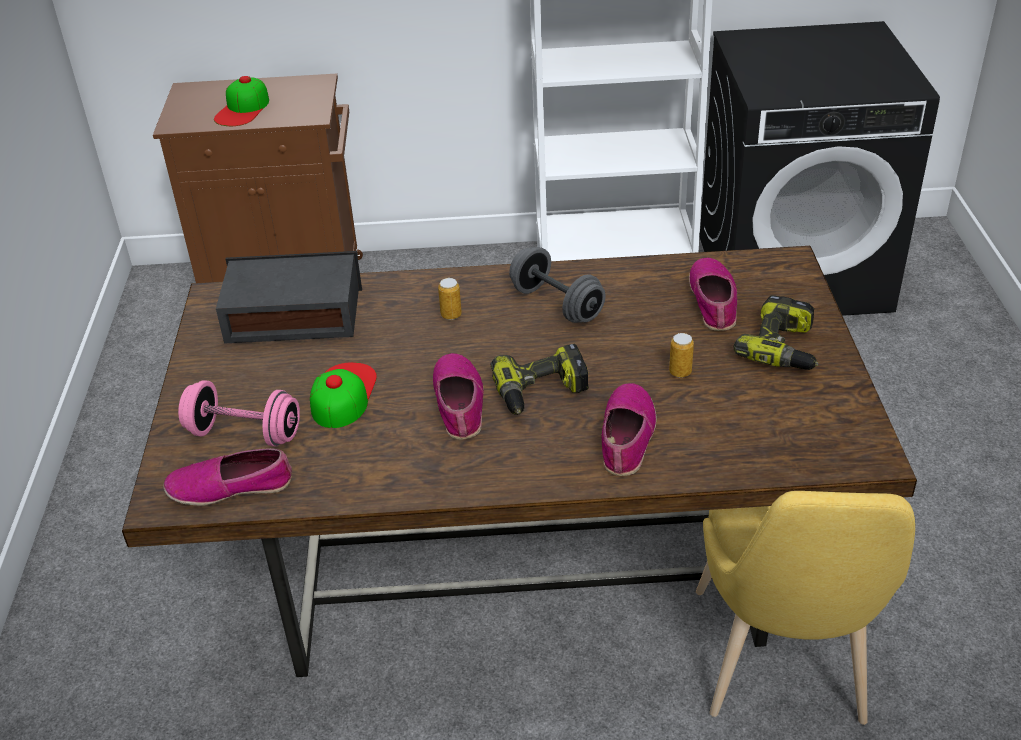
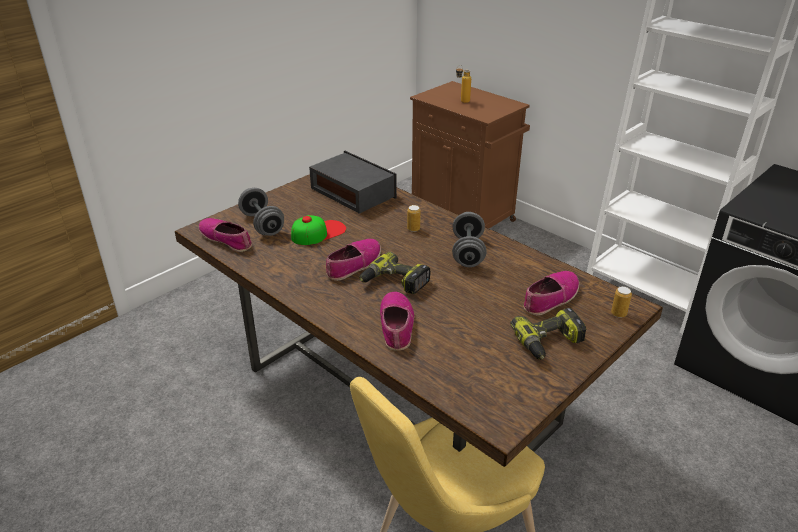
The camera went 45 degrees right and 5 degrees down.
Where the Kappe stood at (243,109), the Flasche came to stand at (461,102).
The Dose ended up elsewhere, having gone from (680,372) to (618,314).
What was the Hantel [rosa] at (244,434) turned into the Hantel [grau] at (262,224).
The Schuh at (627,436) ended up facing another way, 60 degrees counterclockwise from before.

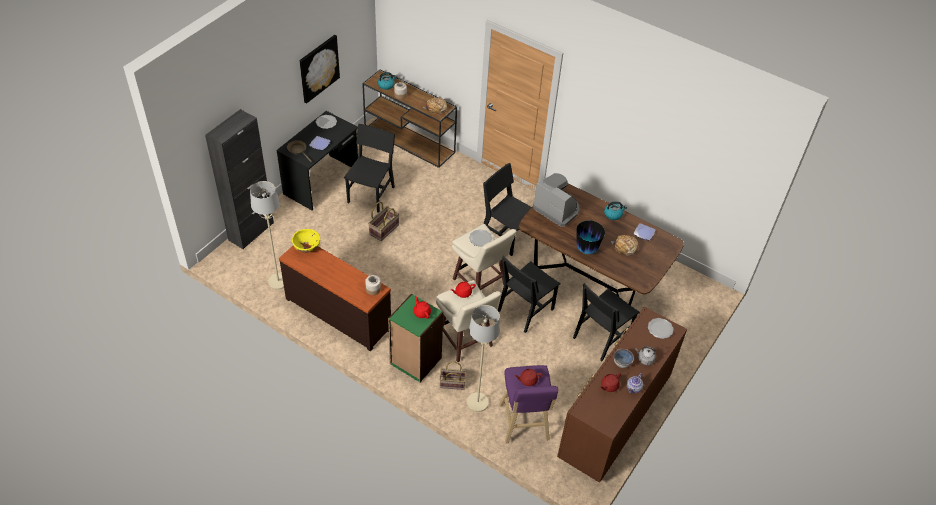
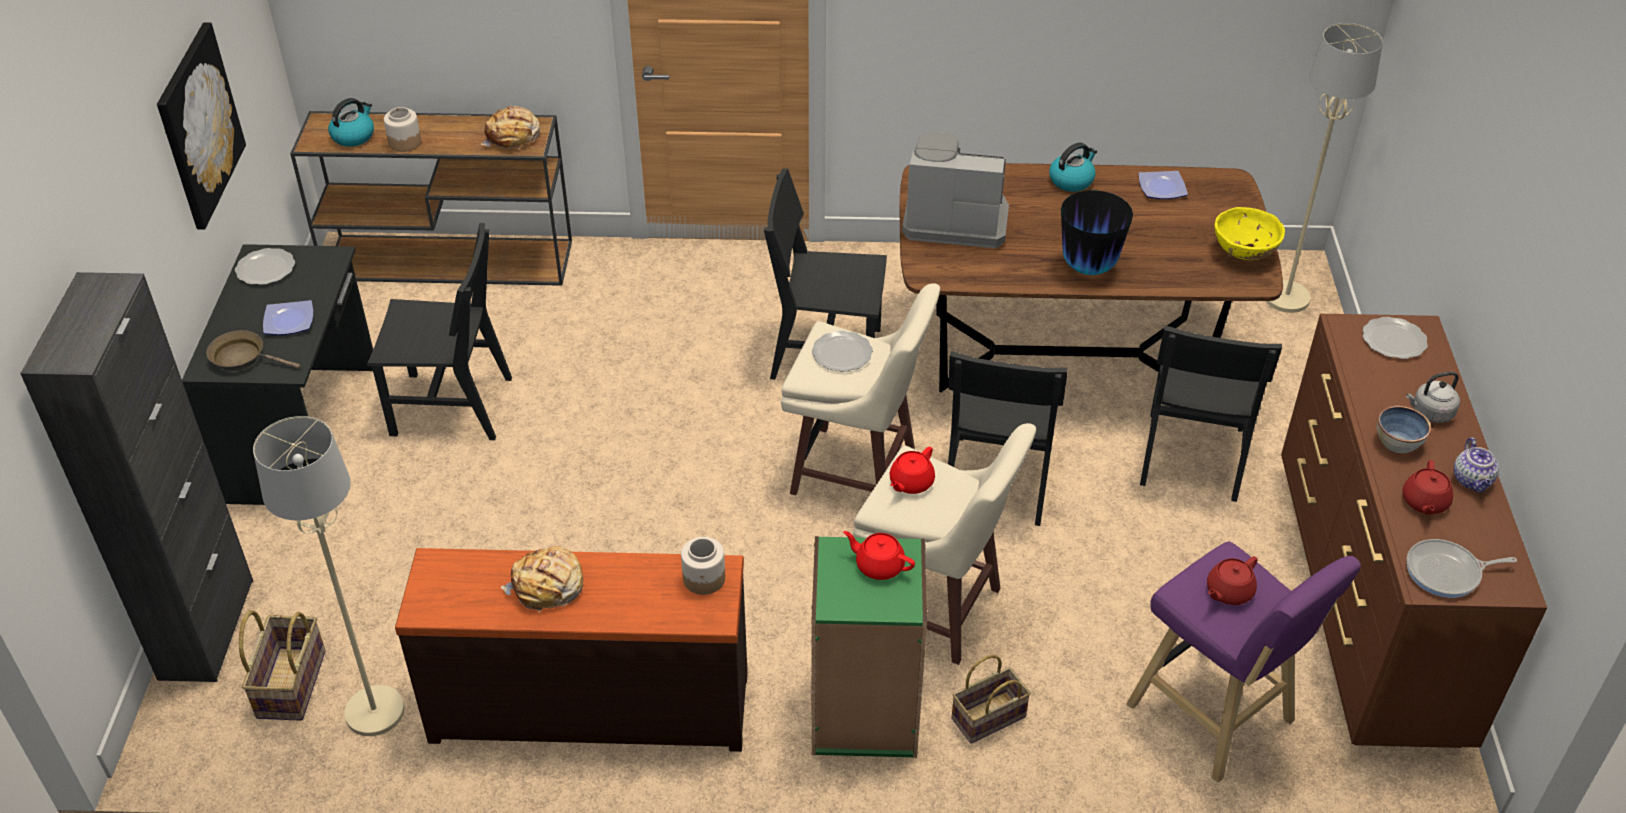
The camera went 30 degrees left and 5 degrees down.
The Stuhl [schwarz] at (371,194) ended up facing another way, 105 degrees clockwise from before.
The Korb ended up elsewhere, having gone from (383,229) to (290,683).
The Schüssel [gelb] ended up elsewhere, having gone from (307,248) to (1244,253).
The Brot ended up elsewhere, having gone from (625,248) to (548,587).
The Stehlampe [beige] ended up elsewhere, having gone from (477,402) to (1285,298).
The second view gained the Pfanne at (1447,573).

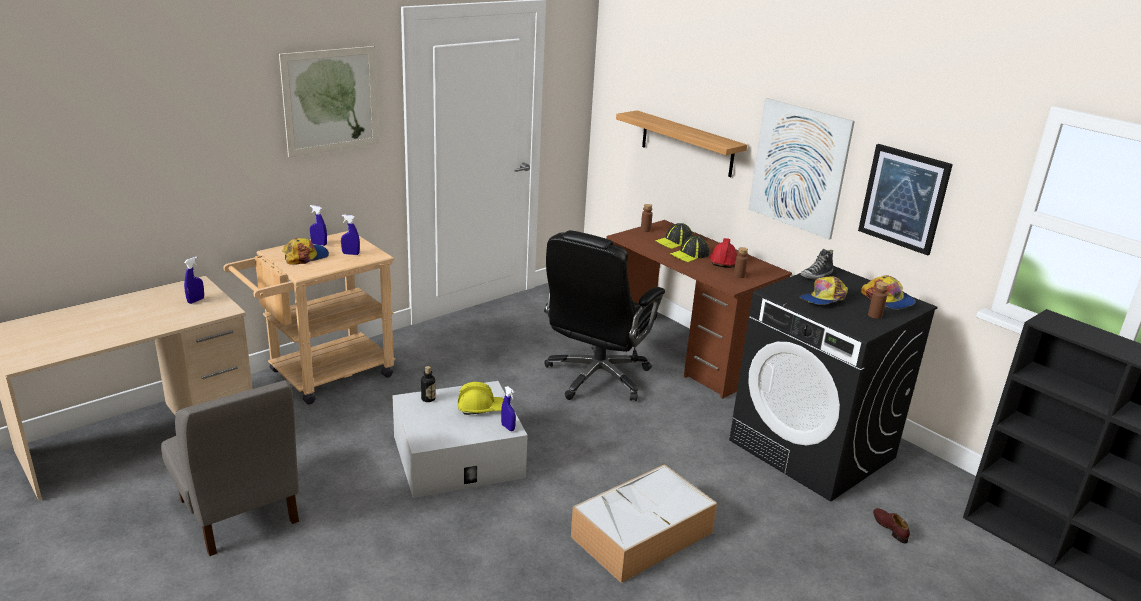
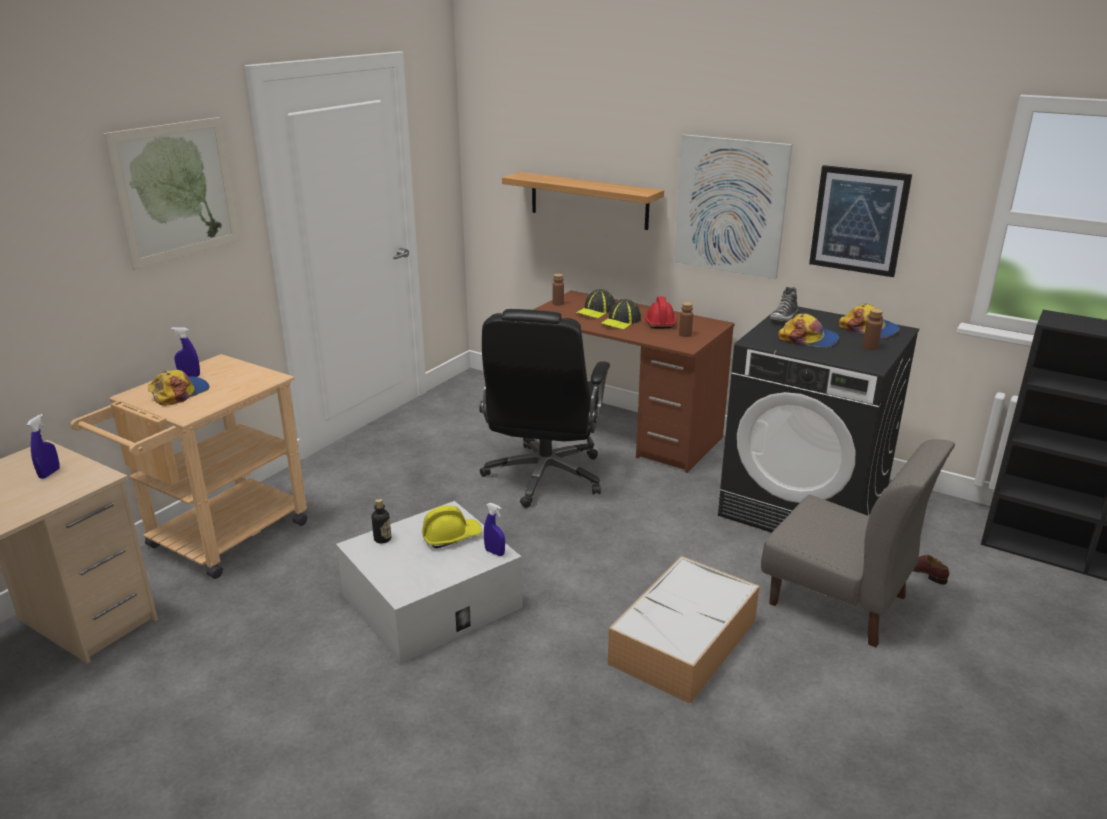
The camera went 15 degrees left and 0 degrees up.
The second view lost the Sprühflasche [blau] at (351,254).
The Kappe at (823,299) ended up facing another way, 105 degrees counterclockwise from before.
The Stuhl [grau] ended up elsewhere, having gone from (238,511) to (838,600).

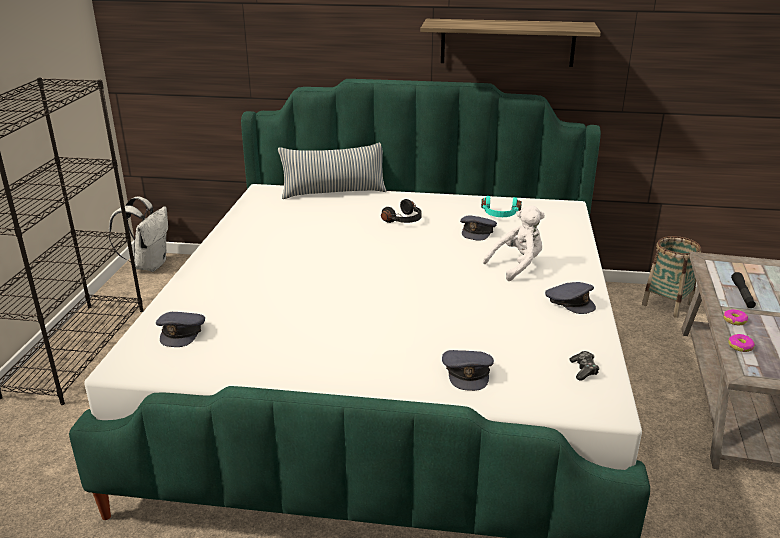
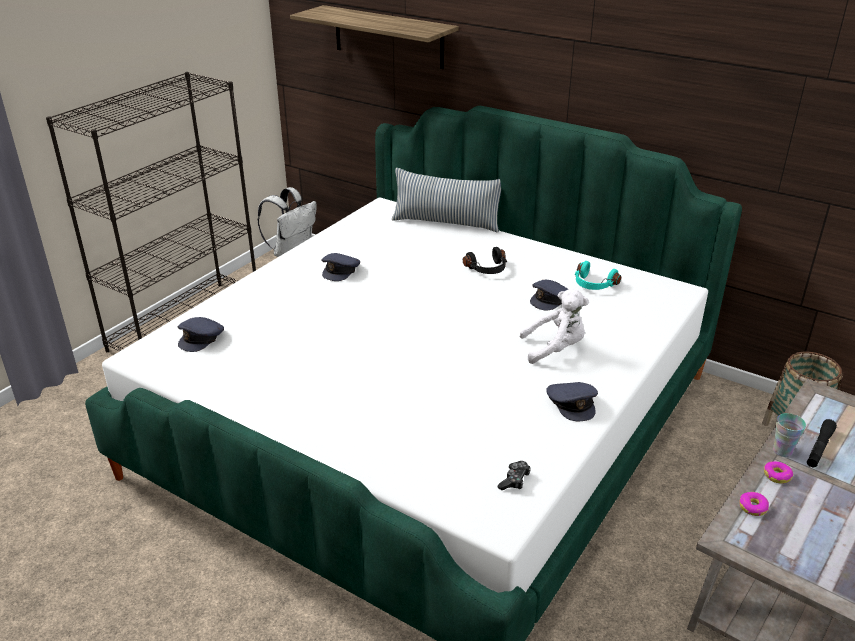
The camera went 25 degrees right and 5 degrees up.
The Wandregal ended up elsewhere, having gone from (507,42) to (388,37).
The Kappe [grau] ended up elsewhere, having gone from (467,373) to (340,270).
The second view gained the Tasse at (782,451).

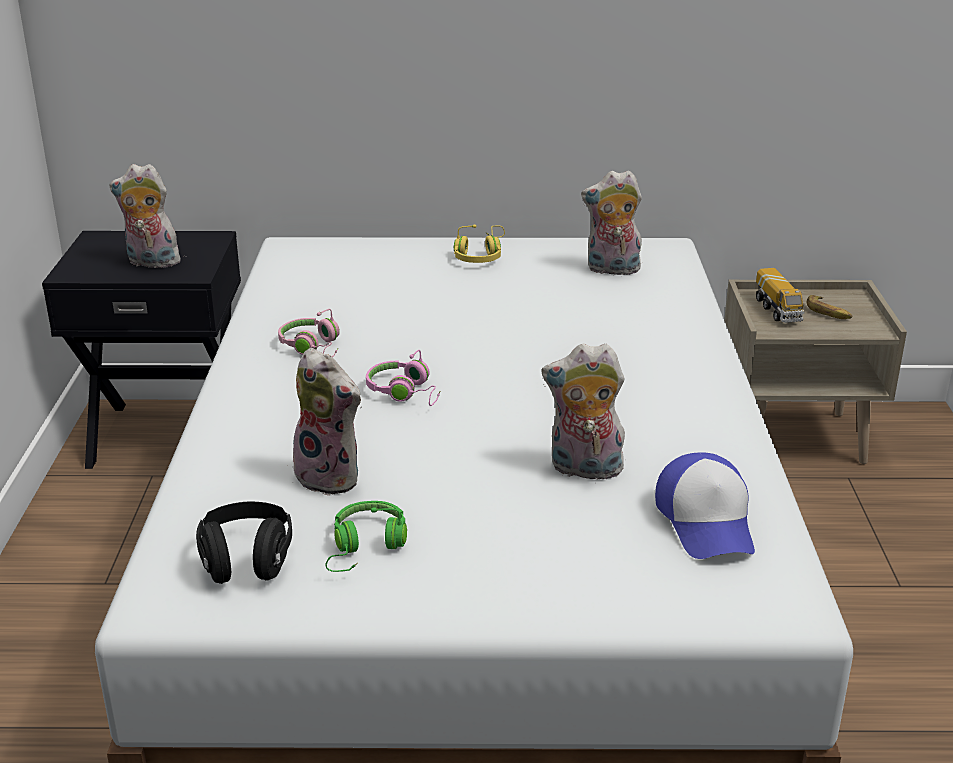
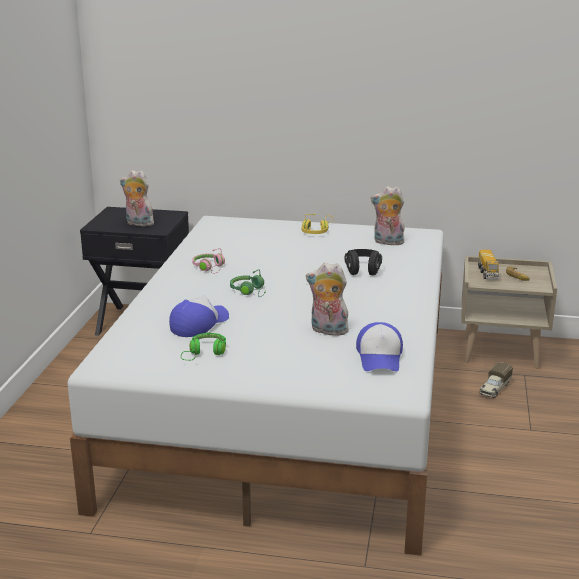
The camera went 10 degrees right and 5 degrees down.
Where the Plüschtier stood at (332,477), the Kappe came to stand at (199,324).
What was the Kopfhörer [rosa] at (405,392) turned into the Kopfhörer [grün] at (250,291).
The Kopfhörer [schwarz] ended up elsewhere, having gone from (247,561) to (362,270).
The second view gained the Spielzeuglaster at (494,389).

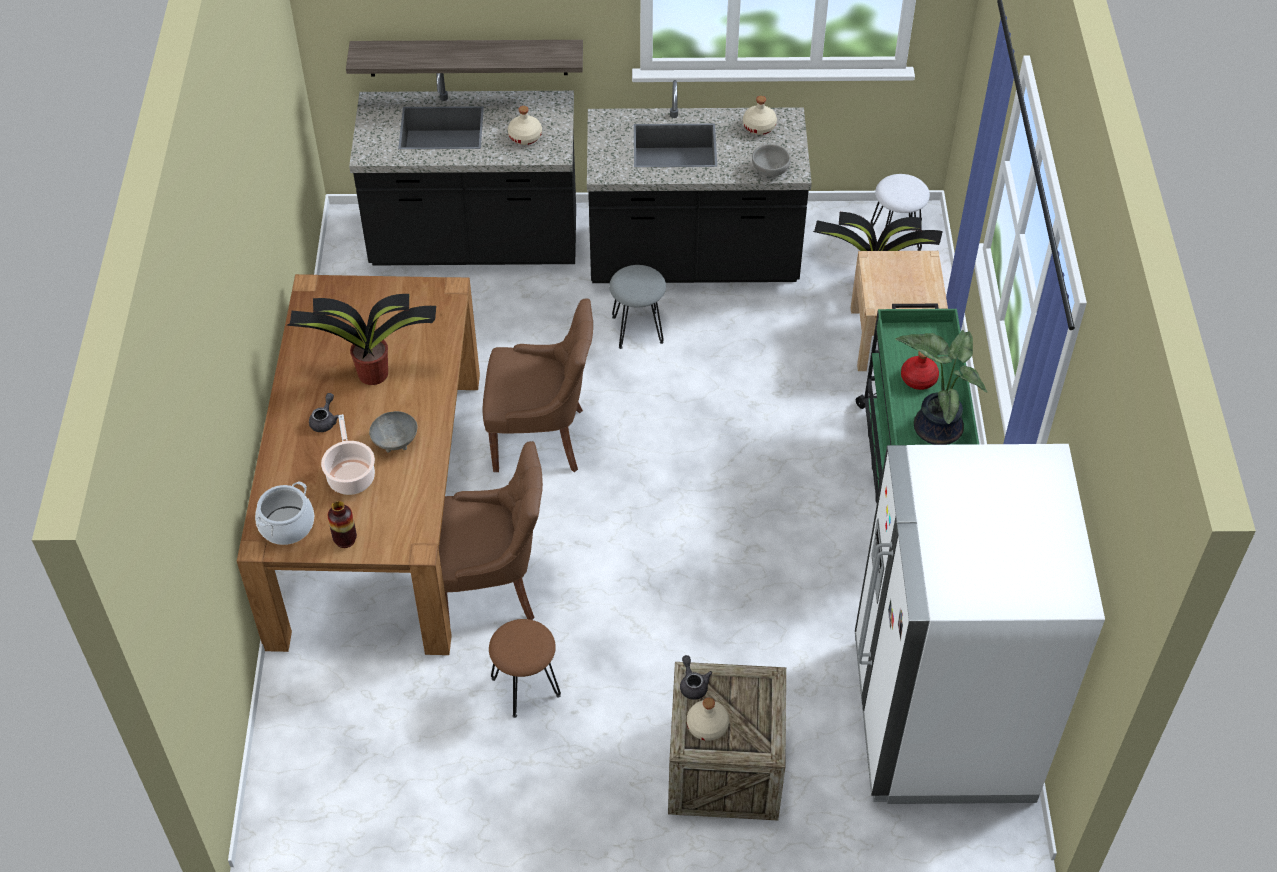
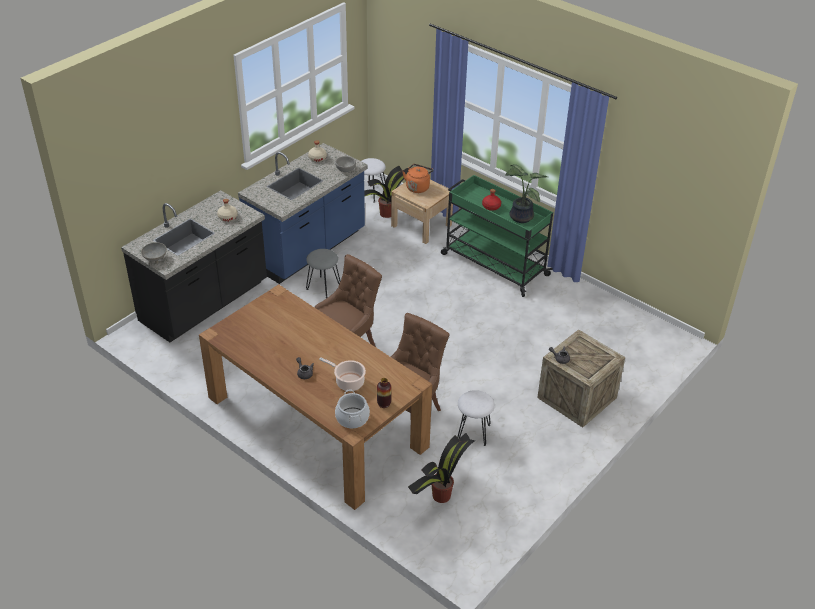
The camera went 50 degrees left and 10 degrees down.
The second view lost the Wandregal at (468,57).
What was the Küchenzeile [schwarz] at (693,261) turned into the Küchenzeile [blau] at (308,249).
The Topfpflanze ended up elsewhere, having gone from (371,373) to (440,496).
The Schüssel [grau] ended up elsewhere, having gone from (396,441) to (155,258).
The second view lost the Kühlschrank [weiß] at (941,719).
What was the Hocker [braun] at (526,686) turned into the Hocker [weiß] at (473,432).
The second view lost the Flasche [beige] at (707,726).
The second view gained the Wasserkessel [orange] at (418,187).

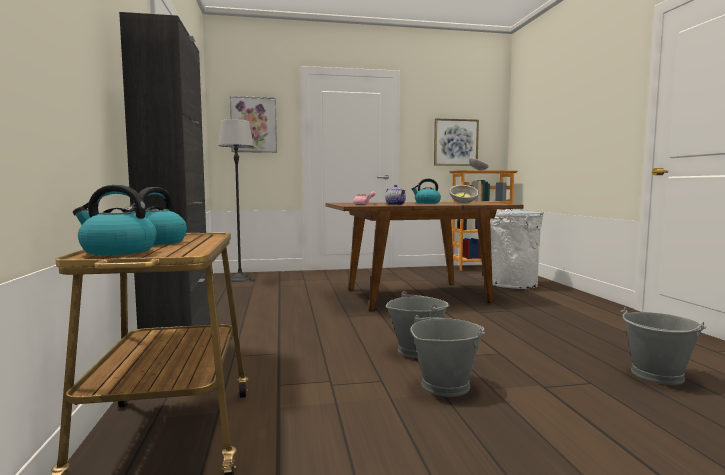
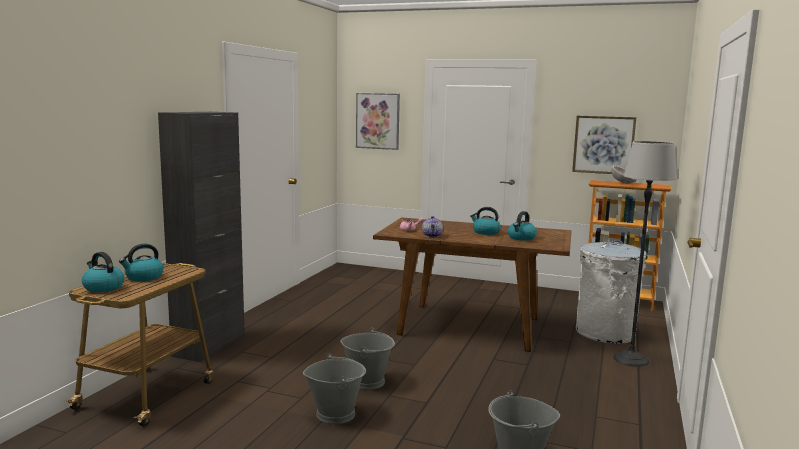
The camera went 30 degrees right and 5 degrees up.
The Stehlampe ended up elsewhere, having gone from (240,279) to (631,359).
Where the Schüssel stood at (463,203), the Wasserkessel came to stand at (521,238).

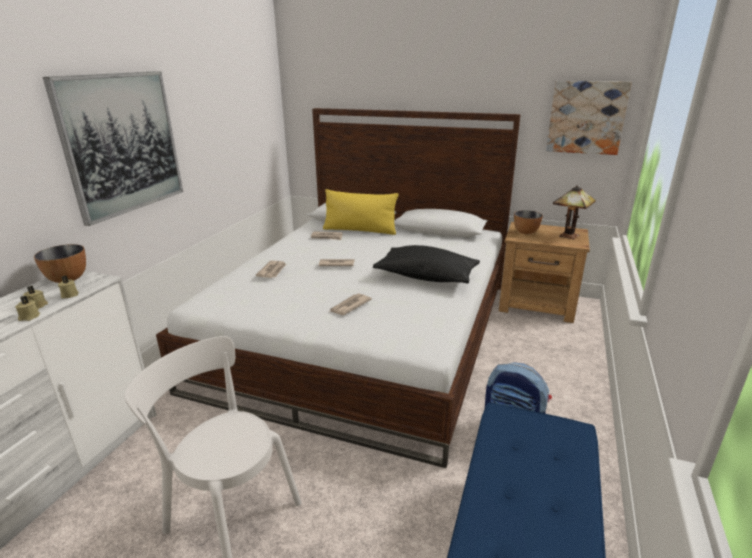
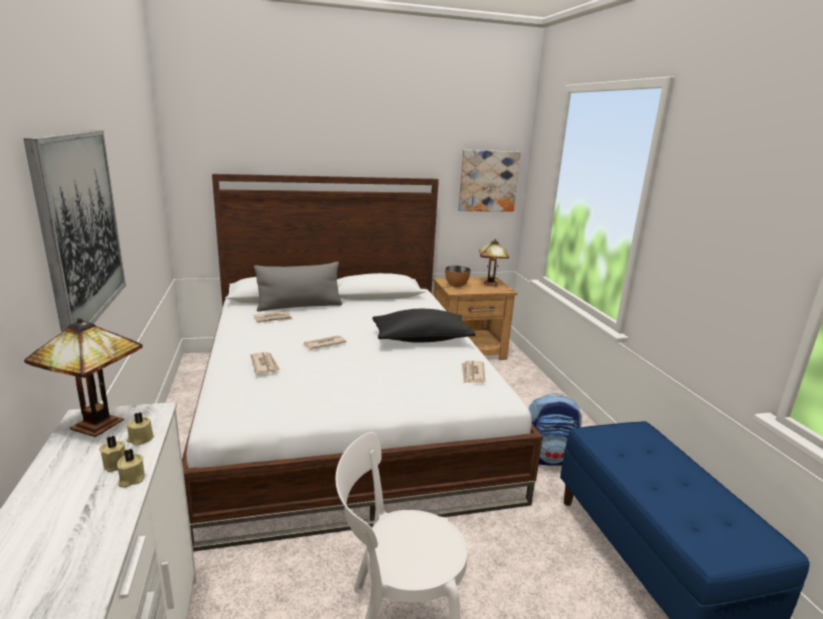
The camera went 35 degrees left and 5 degrees down.
What was the Kissen [gelb] at (360,230) turned into the Kissen [grau] at (299,306).
Where the Schüssel stood at (68,279), the Tischlampe came to stand at (98,422).
The Zeitung ended up elsewhere, having gone from (349,306) to (472,374).

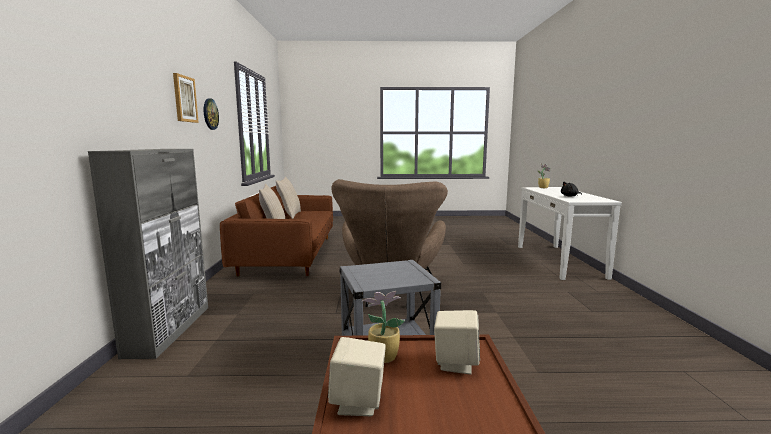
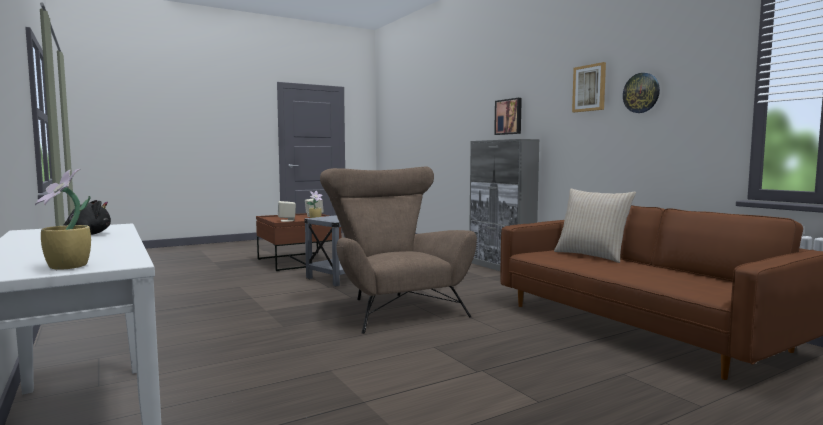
The camera went 150 degrees right and 5 degrees down.
The second view lost the Kissen [beige] at (289,215).
The second view gained the Bild at (509,117).

